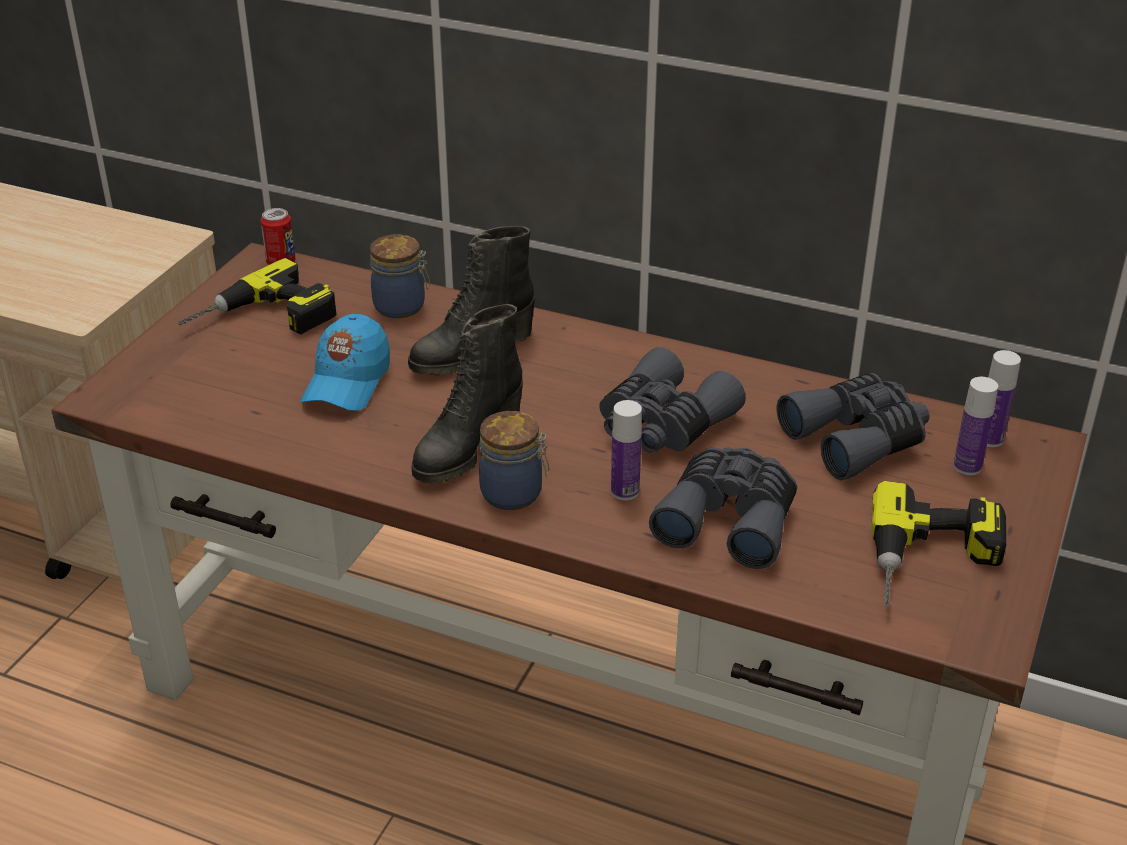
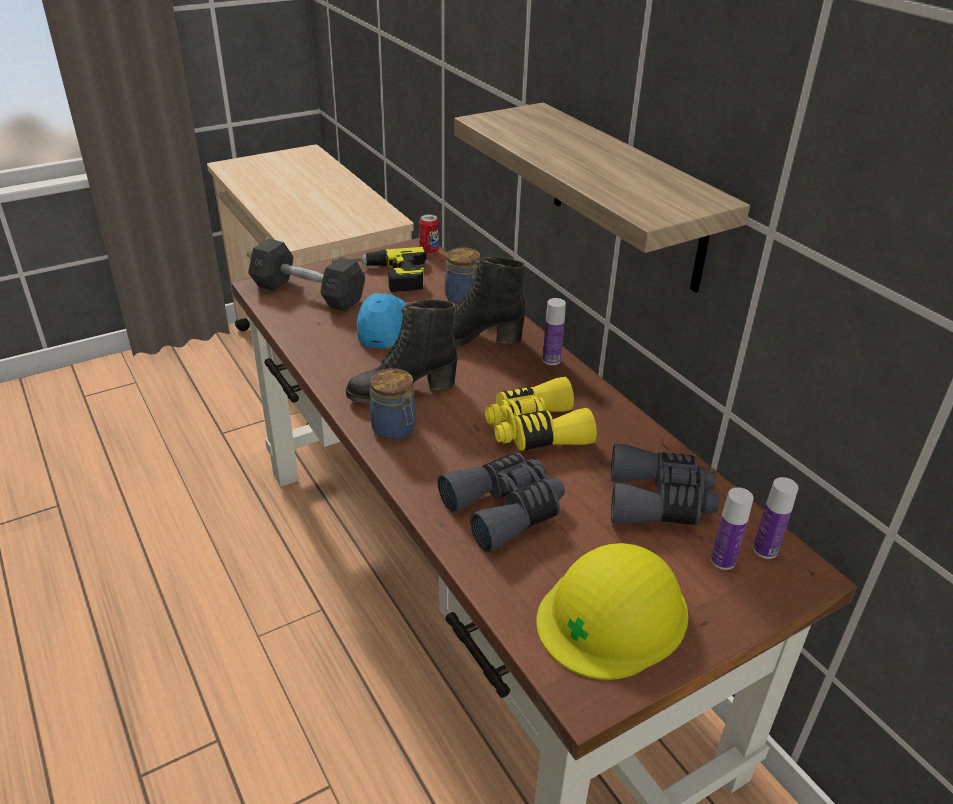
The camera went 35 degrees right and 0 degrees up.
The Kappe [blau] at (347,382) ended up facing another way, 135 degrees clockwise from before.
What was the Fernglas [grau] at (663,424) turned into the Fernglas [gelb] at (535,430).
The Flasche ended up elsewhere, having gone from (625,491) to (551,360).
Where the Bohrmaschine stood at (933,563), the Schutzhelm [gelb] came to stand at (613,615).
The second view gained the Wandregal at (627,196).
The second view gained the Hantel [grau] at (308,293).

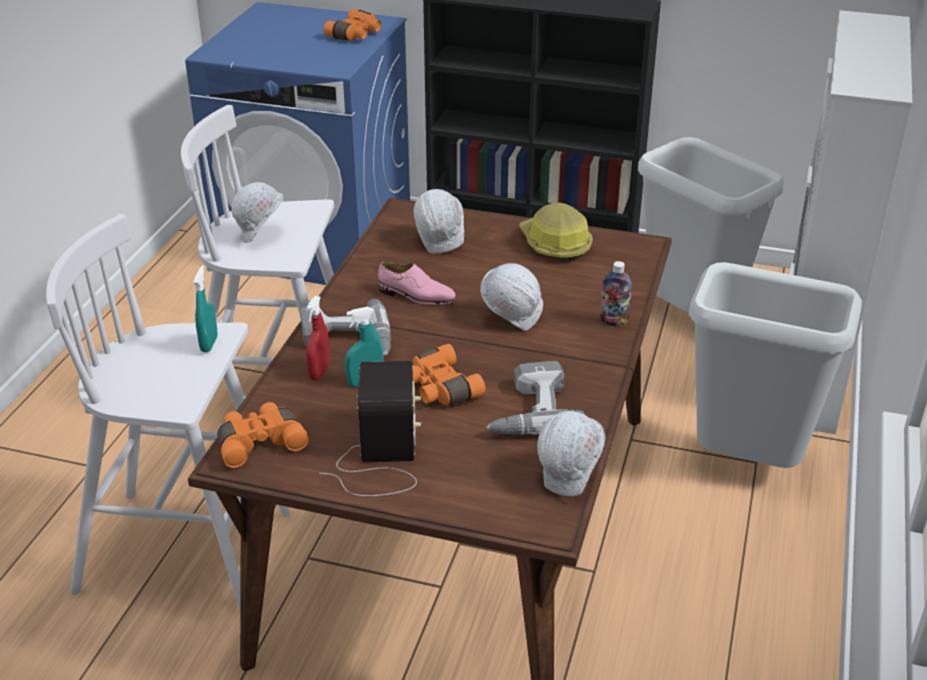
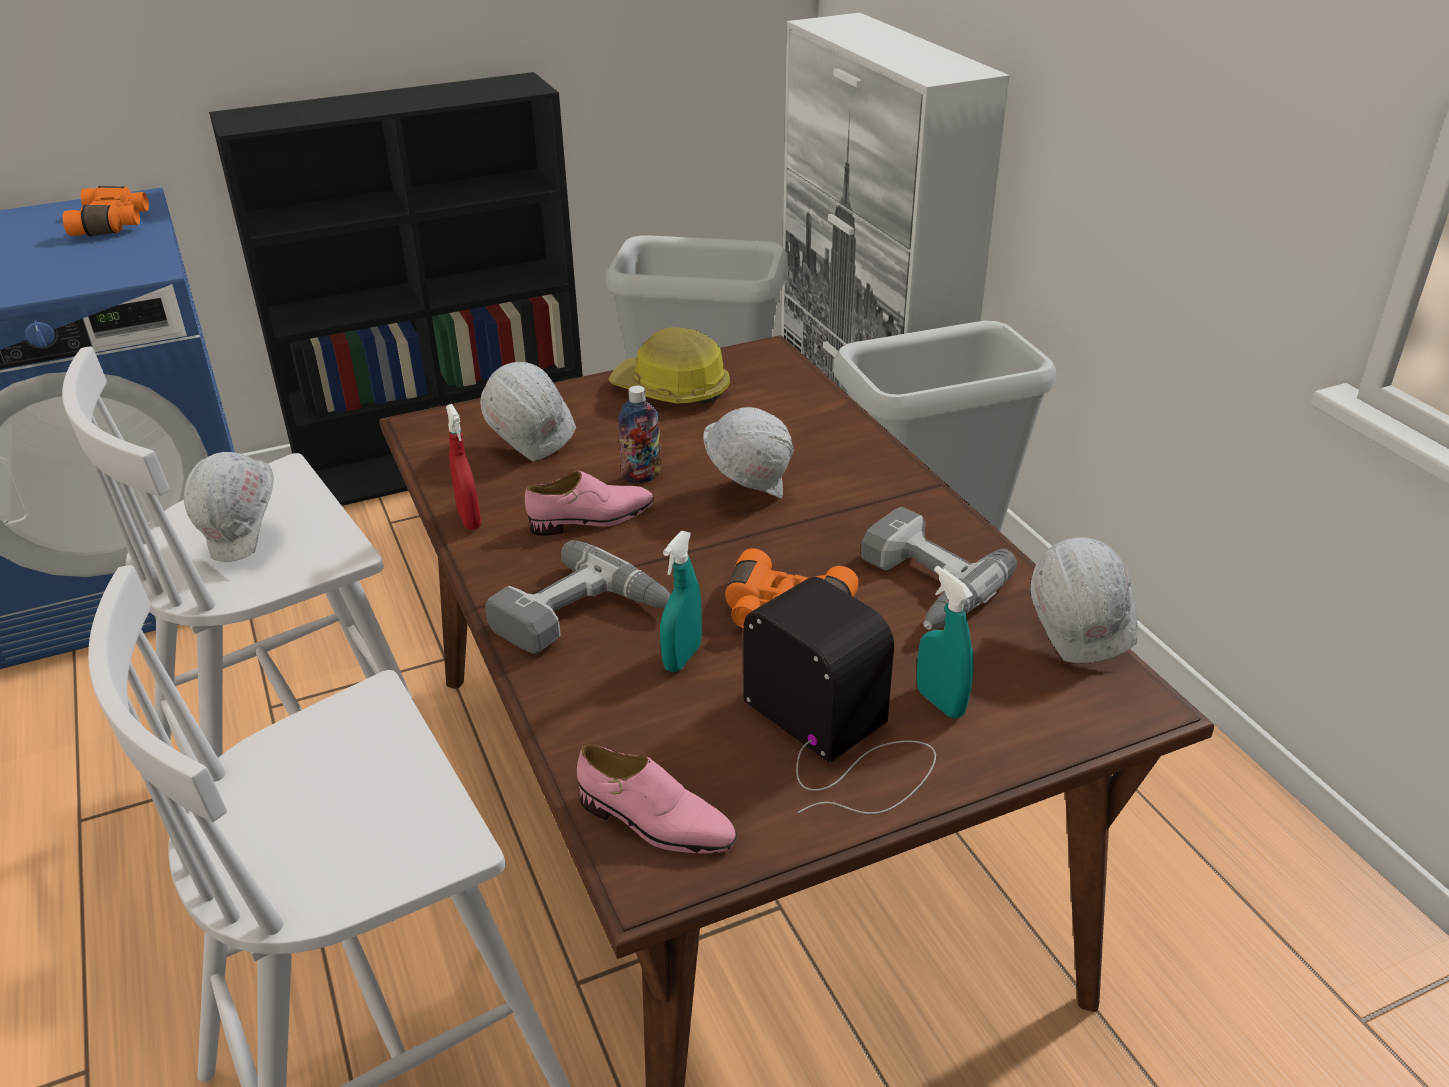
The camera went 40 degrees left and 0 degrees up.
The Flasche ended up elsewhere, having gone from (613,321) to (641,476).
The Sprühflasche [türkis] ended up elsewhere, having gone from (209,344) to (940,702).
The Sprühflasche [rot] ended up elsewhere, having gone from (319,372) to (469,519).
Where the Fernglas [orange] stood at (260,442), the Schuh [rosa] came to stand at (655,822).

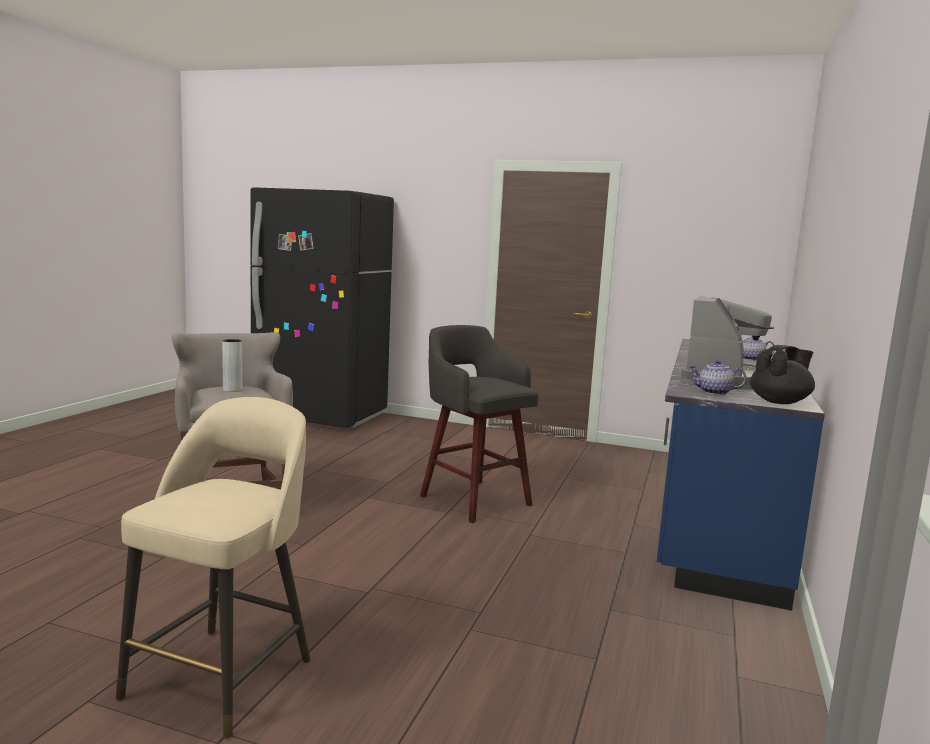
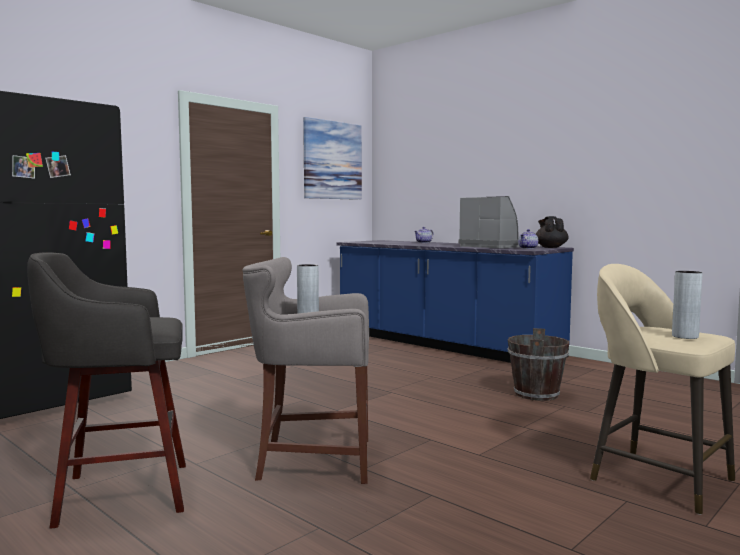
The camera went 65 degrees left and 5 degrees down.
The Hocker [grau] ended up elsewhere, having gone from (473,499) to (119,494).
The second view gained the Bild at (332,160).
The second view gained the Vase [grau] at (685,336).
The second view gained the Eimer [braun] at (537,394).

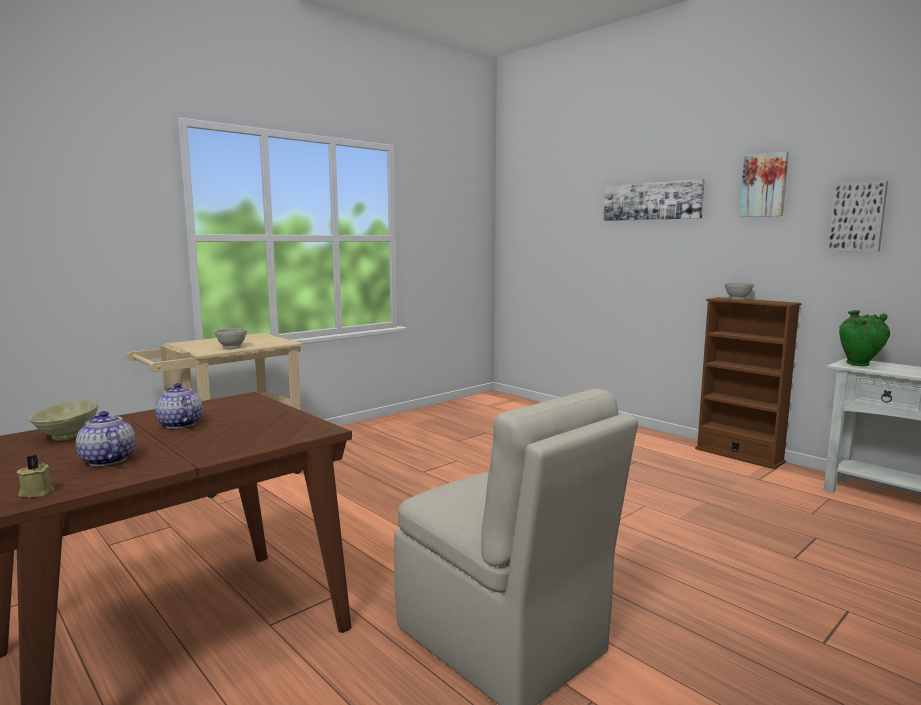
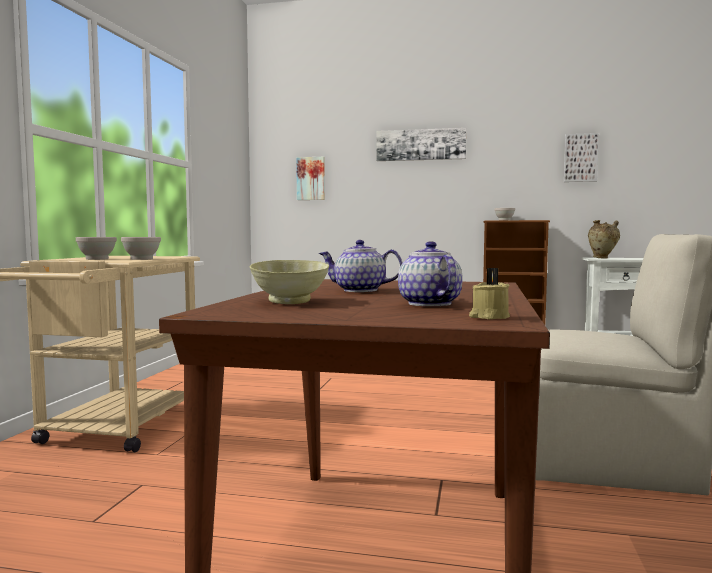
The camera went 35 degrees left and 5 degrees down.
The Bild ended up elsewhere, having gone from (764,185) to (311,178).
What was the Vase [grün] at (859,365) turned into the Vase [beige] at (602,258).
The Teekanne at (107,460) ended up facing another way, 60 degrees clockwise from before.
The second view gained the Schüssel [weiß] at (97,259).

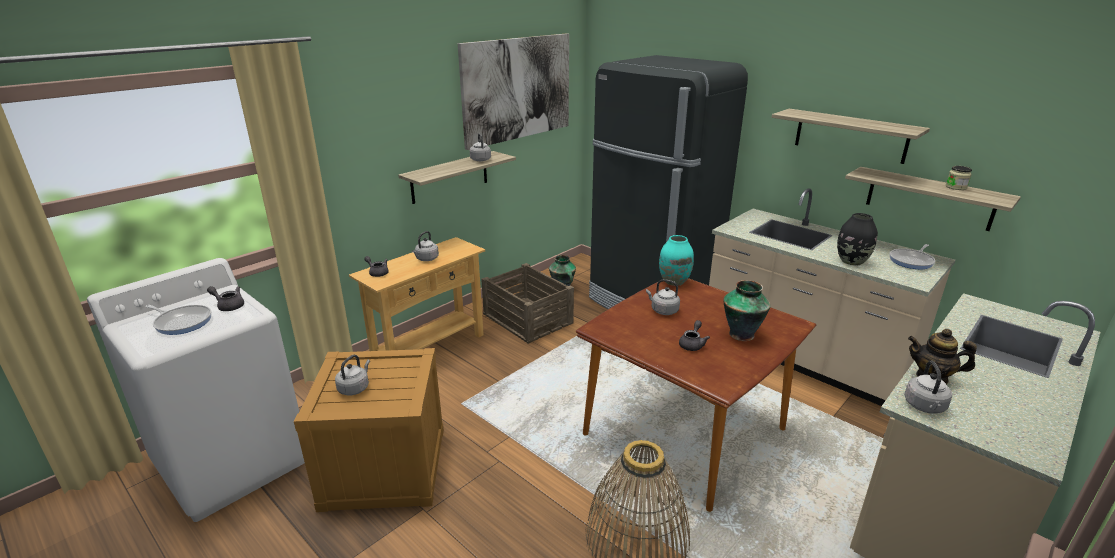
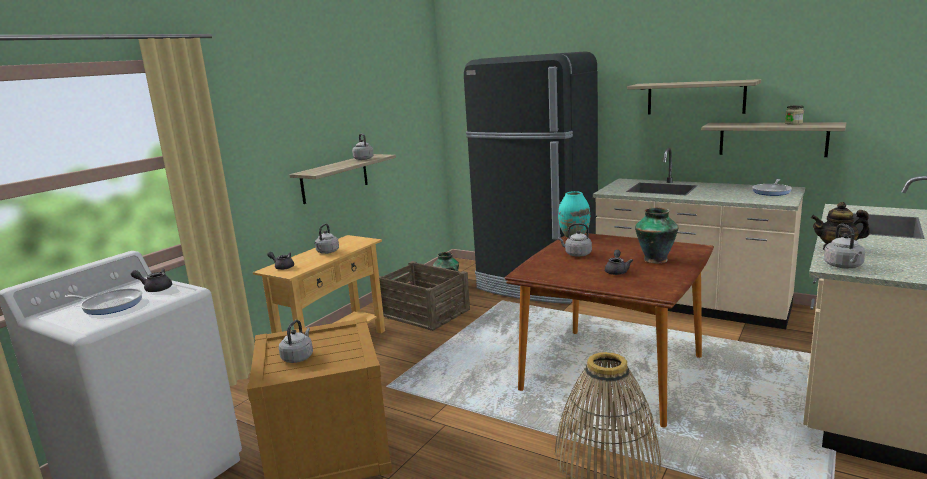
The camera went 10 degrees left and 10 degrees down.
The second view lost the Bild at (517,89).
The second view lost the Vase [schwarz] at (852,261).

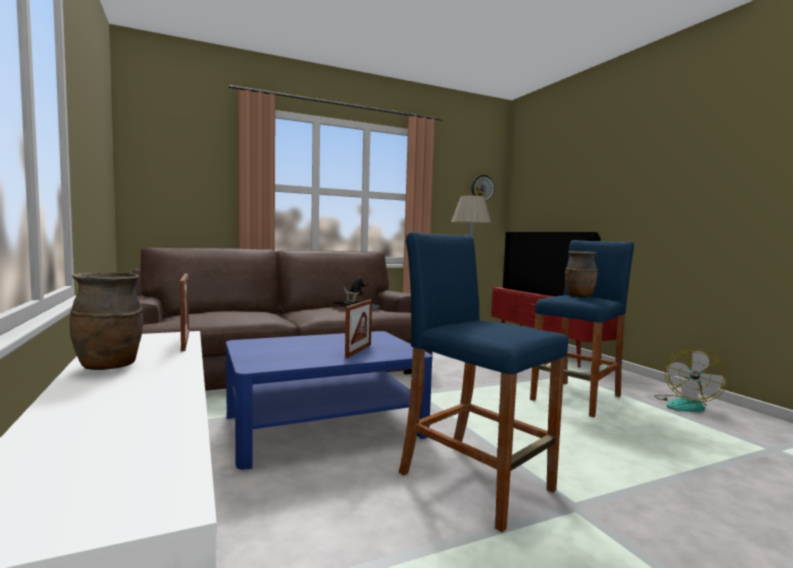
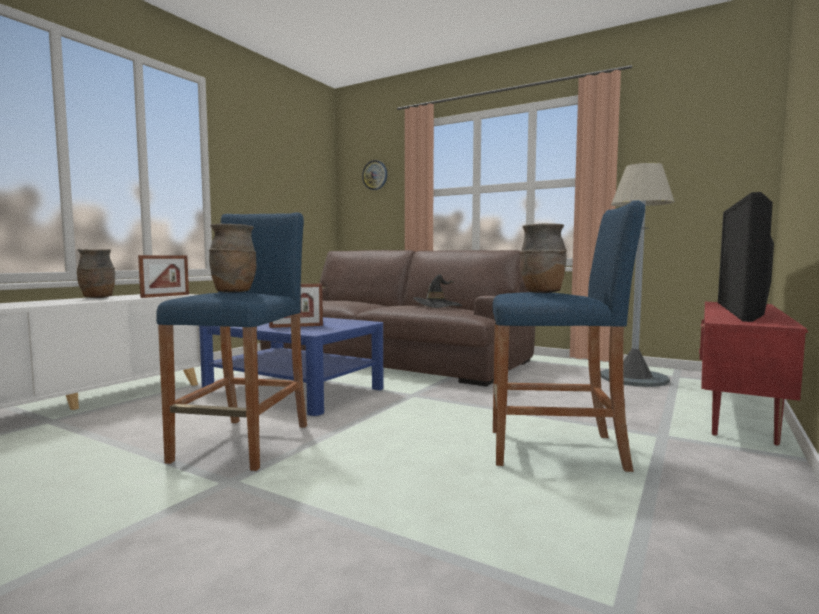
The camera went 55 degrees right and 0 degrees up.
The Wanduhr ended up elsewhere, having gone from (482,188) to (375,175).
The second view lost the Ventilator at (686,405).
The second view gained the Vase [braun] at (234,292).

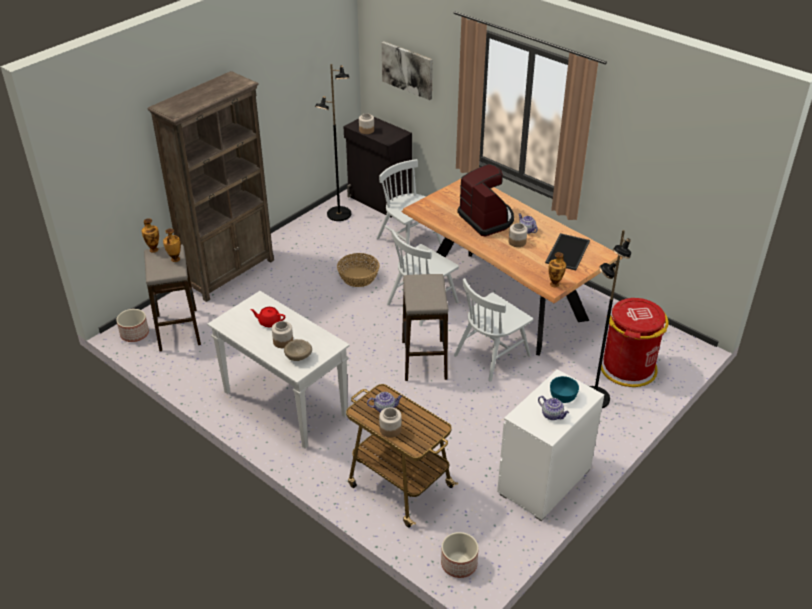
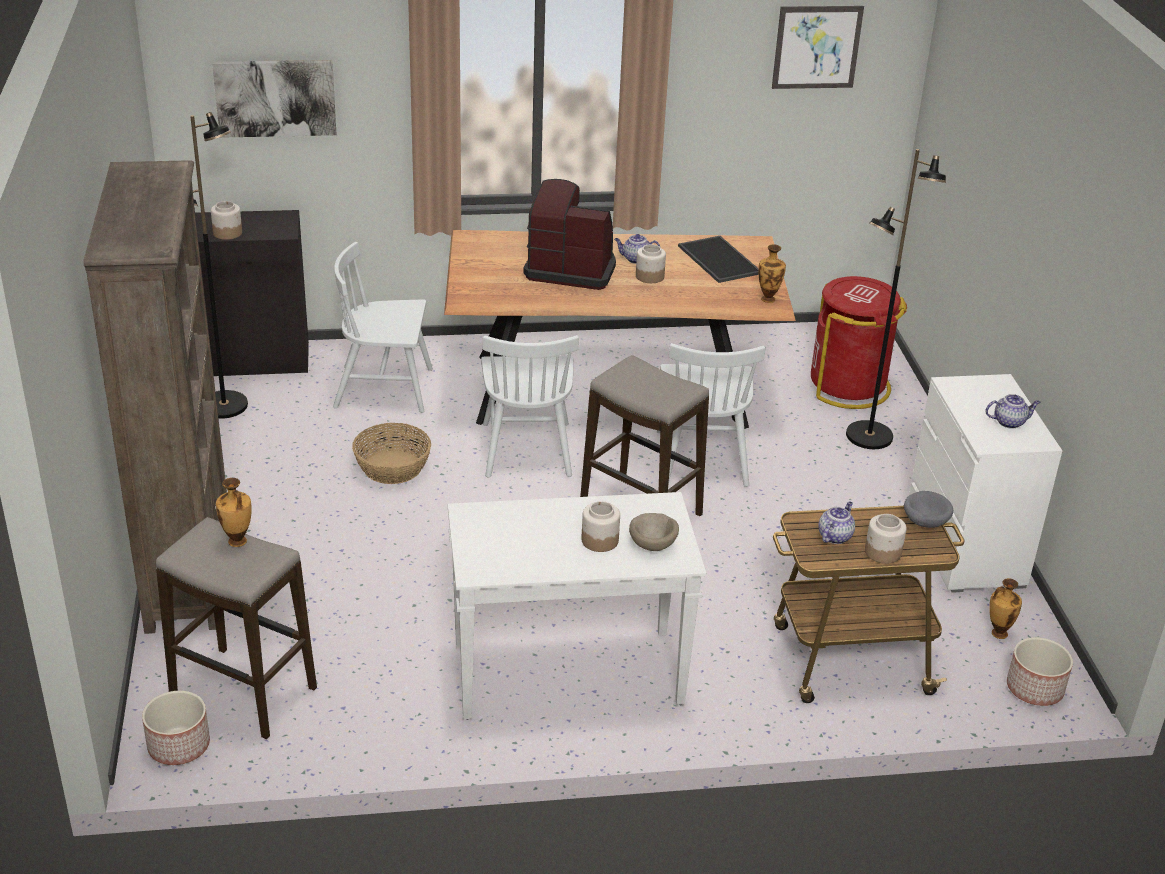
The camera went 50 degrees left and 5 degrees down.
The Vase ended up elsewhere, having gone from (153,249) to (998,633).
The second view lost the Teekanne [rot] at (269,322).
The second view lost the Schüssel [türkis] at (563,396).
The second view gained the Bild at (817,47).
The second view gained the Schüssel [grau] at (924,521).

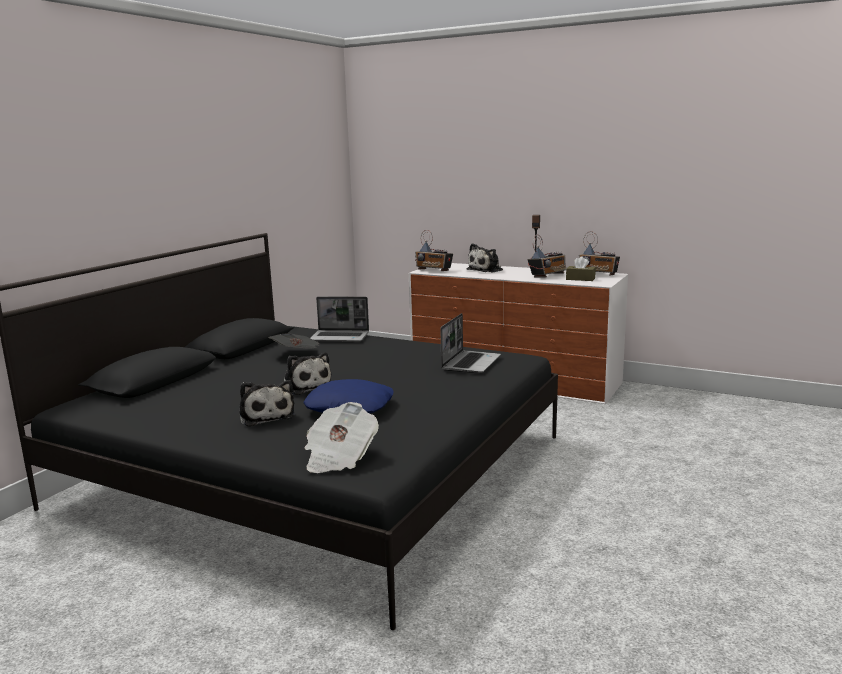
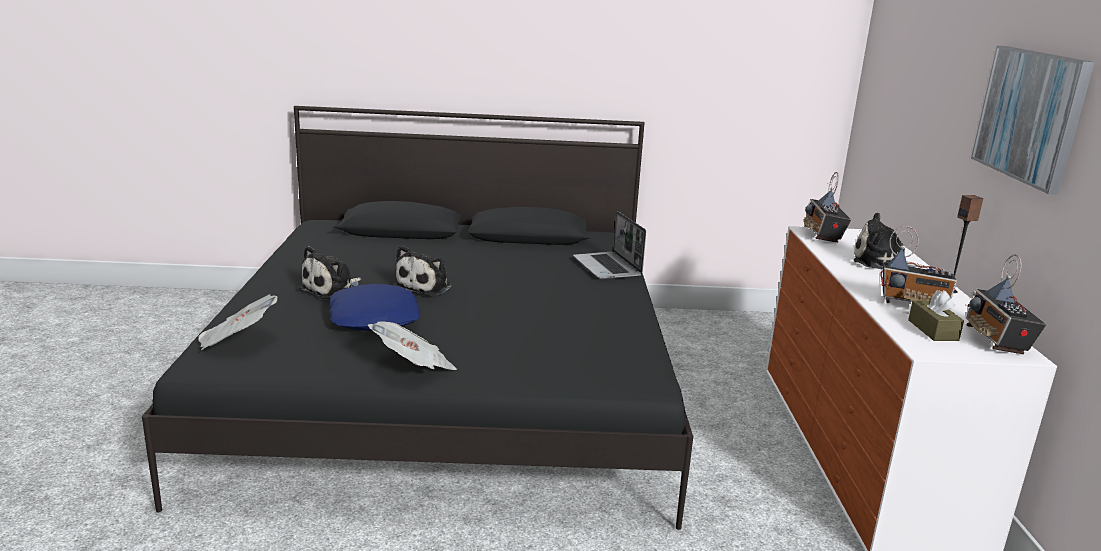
The camera went 60 degrees right and 5 degrees up.
The second view lost the Laptop at (470,363).
The Zeitung ended up elsewhere, having gone from (297,355) to (414,367).
The second view gained the Bild at (1030,115).

